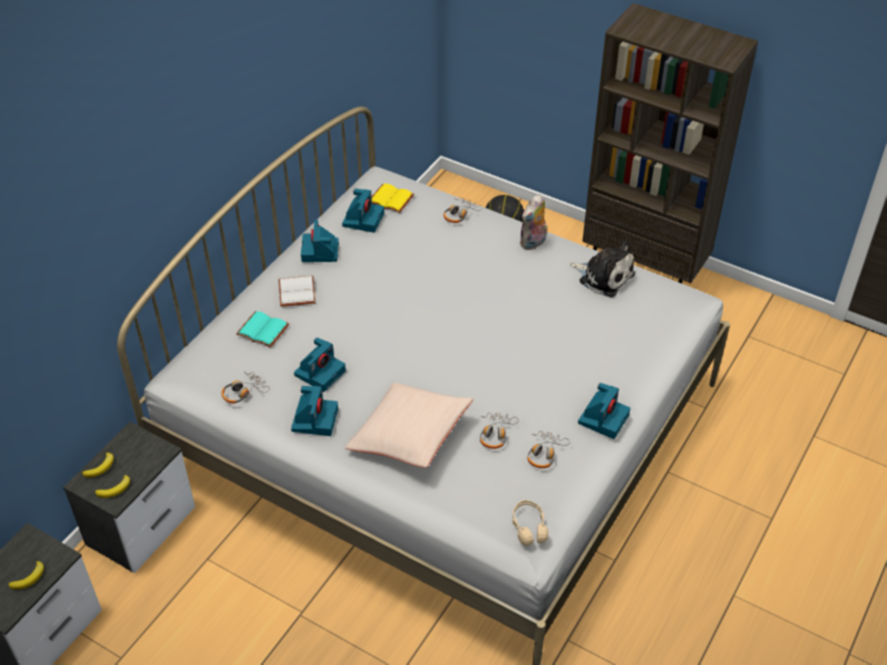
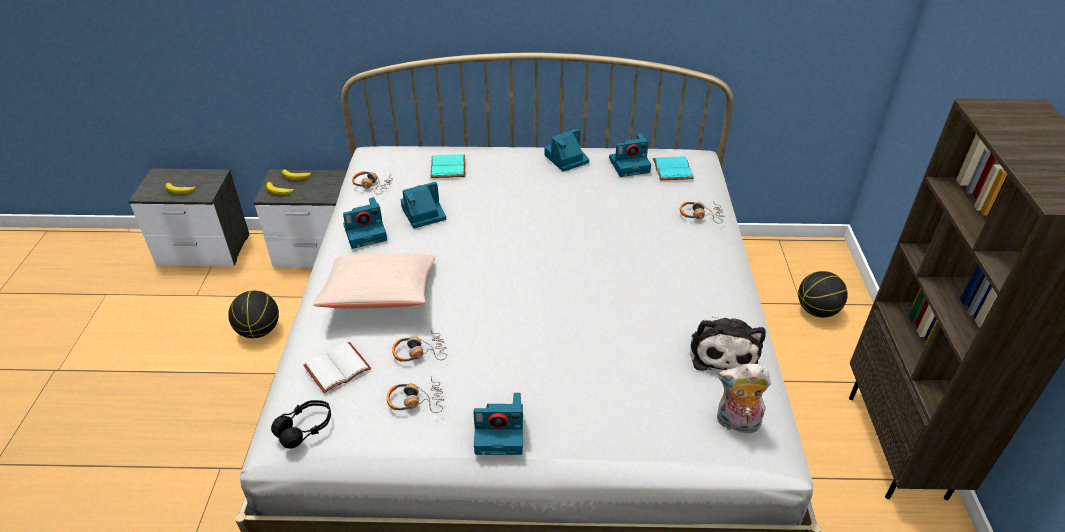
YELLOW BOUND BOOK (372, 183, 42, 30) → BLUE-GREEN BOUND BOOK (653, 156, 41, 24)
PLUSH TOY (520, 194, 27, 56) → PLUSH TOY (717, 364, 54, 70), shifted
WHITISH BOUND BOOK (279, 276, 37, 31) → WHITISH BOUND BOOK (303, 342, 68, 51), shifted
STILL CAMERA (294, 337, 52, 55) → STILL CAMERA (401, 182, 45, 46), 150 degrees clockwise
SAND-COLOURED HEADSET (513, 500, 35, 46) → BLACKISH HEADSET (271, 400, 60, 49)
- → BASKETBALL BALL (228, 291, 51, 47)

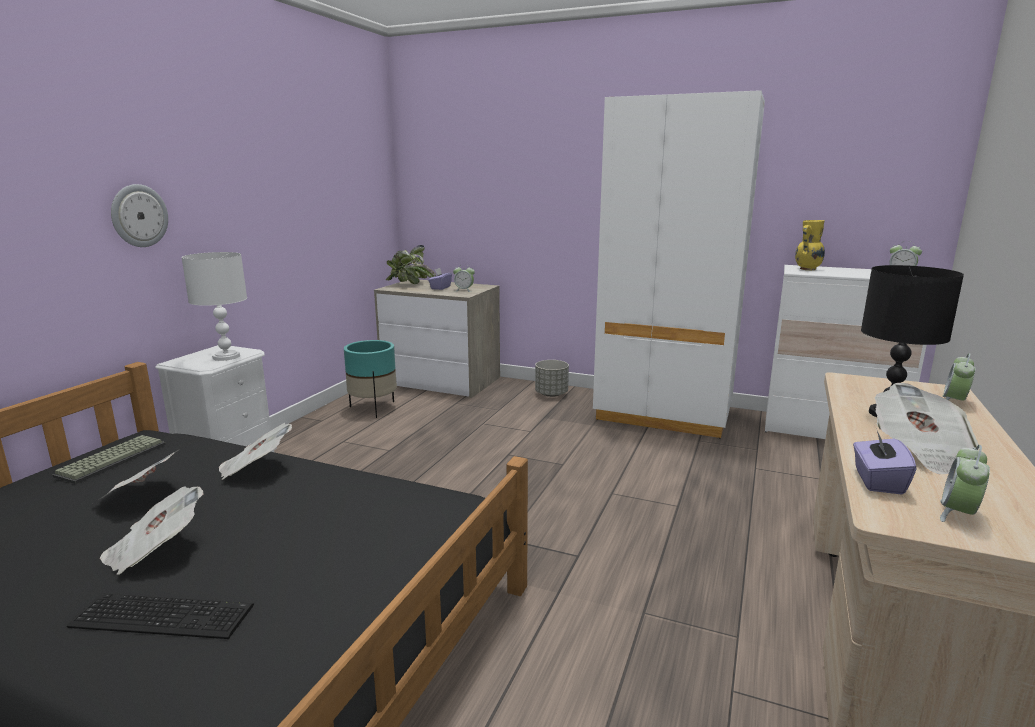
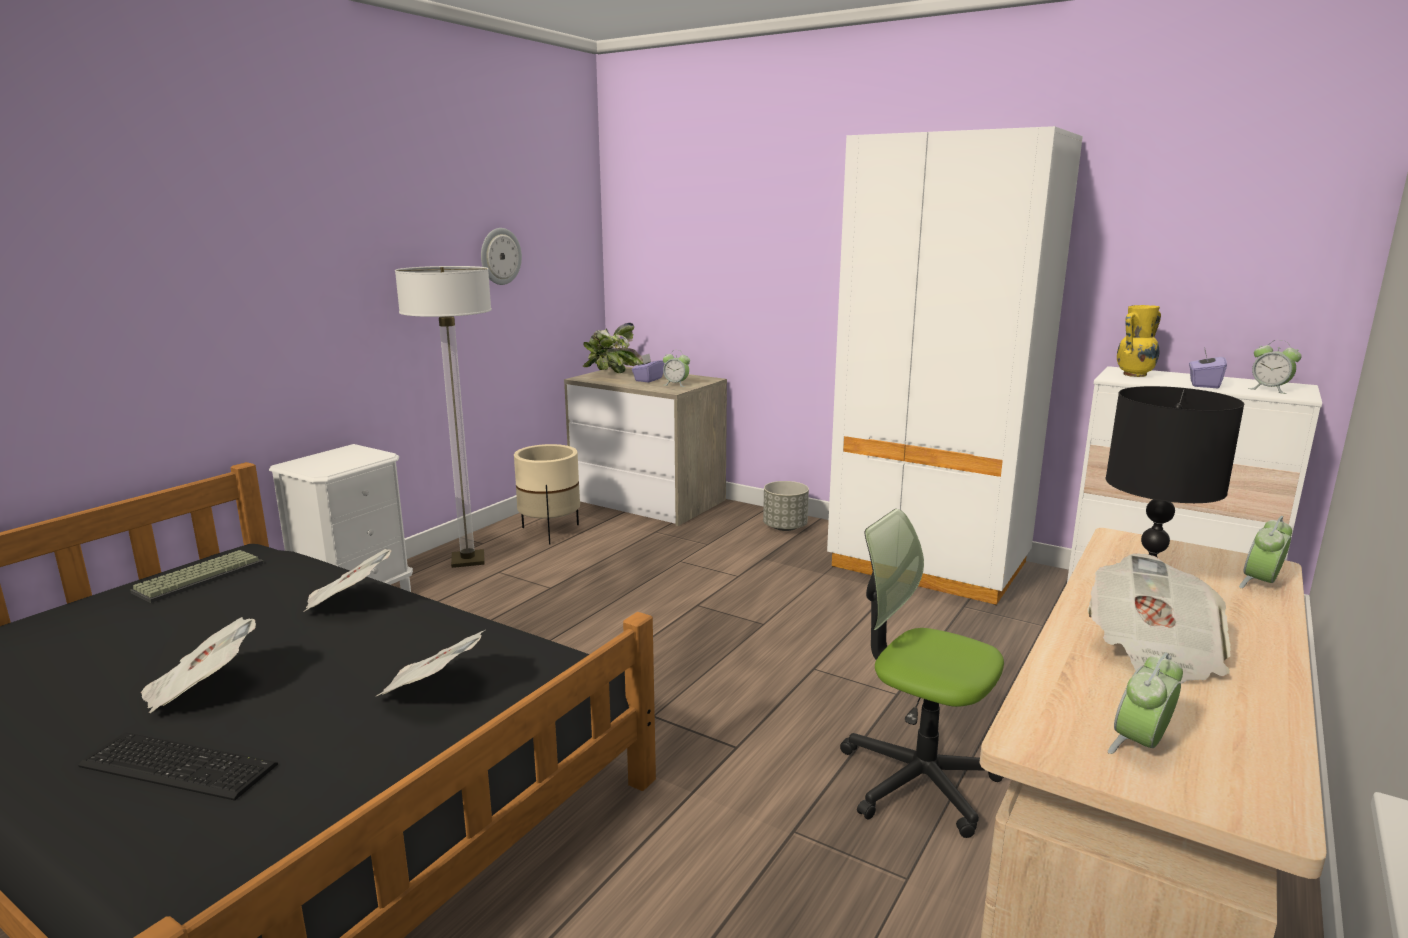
CLOCK ON THE WALL (111, 184, 57, 63) → CLOCK ON THE WALL (481, 228, 41, 57), shifted
WHITISH TABLE LAMP (182, 252, 65, 109) → -
BLUE-GREEN FLOWER POT (344, 340, 53, 78) → SAND-COLOURED FLOWER POT (514, 444, 66, 100)
PURPLISH TISSUE HOLDER (853, 428, 64, 67) → PURPLISH TISSUE HOLDER (1189, 350, 38, 38), shifted
DAILY PAPER (93, 450, 86, 53) → DAILY PAPER (375, 630, 110, 67), shifted
- → STANDING LAMP (395, 266, 97, 302)
- → DESK CHAIR (840, 509, 164, 329)

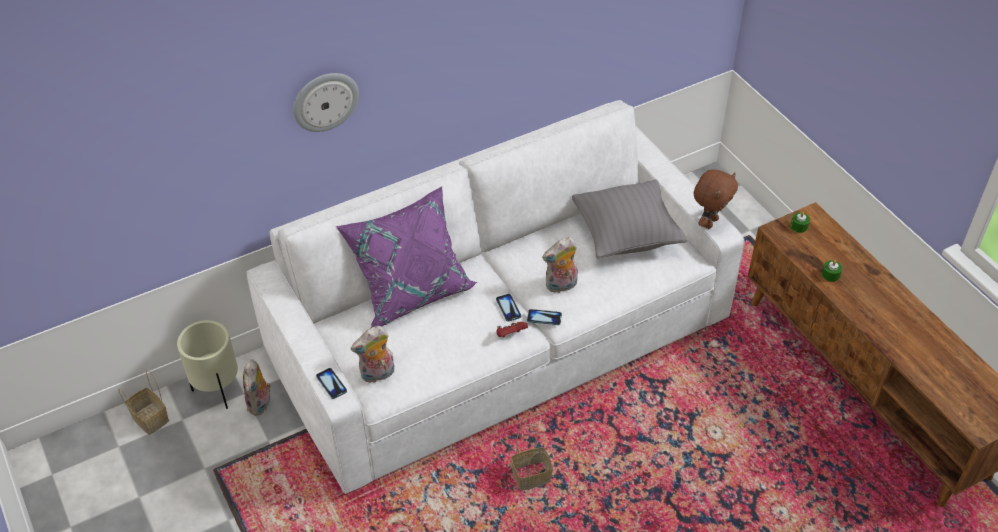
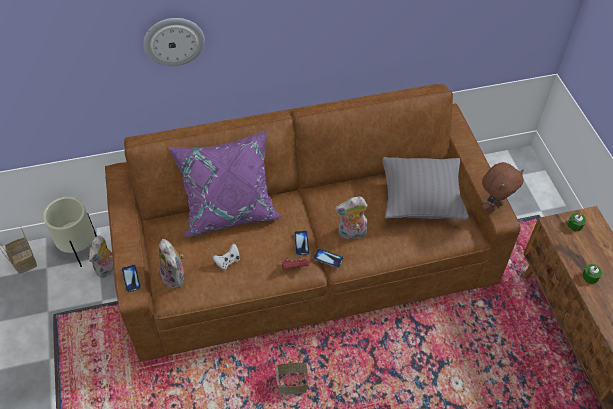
WHITISH SOFA (246, 100, 499, 394) → BROWNISH SOFA (105, 84, 416, 278)
PLUSH TOY (351, 326, 44, 57) → PLUSH TOY (159, 239, 25, 50), 105 degrees counterclockwise
- → WHITISH GAMEPAD (213, 243, 27, 27)

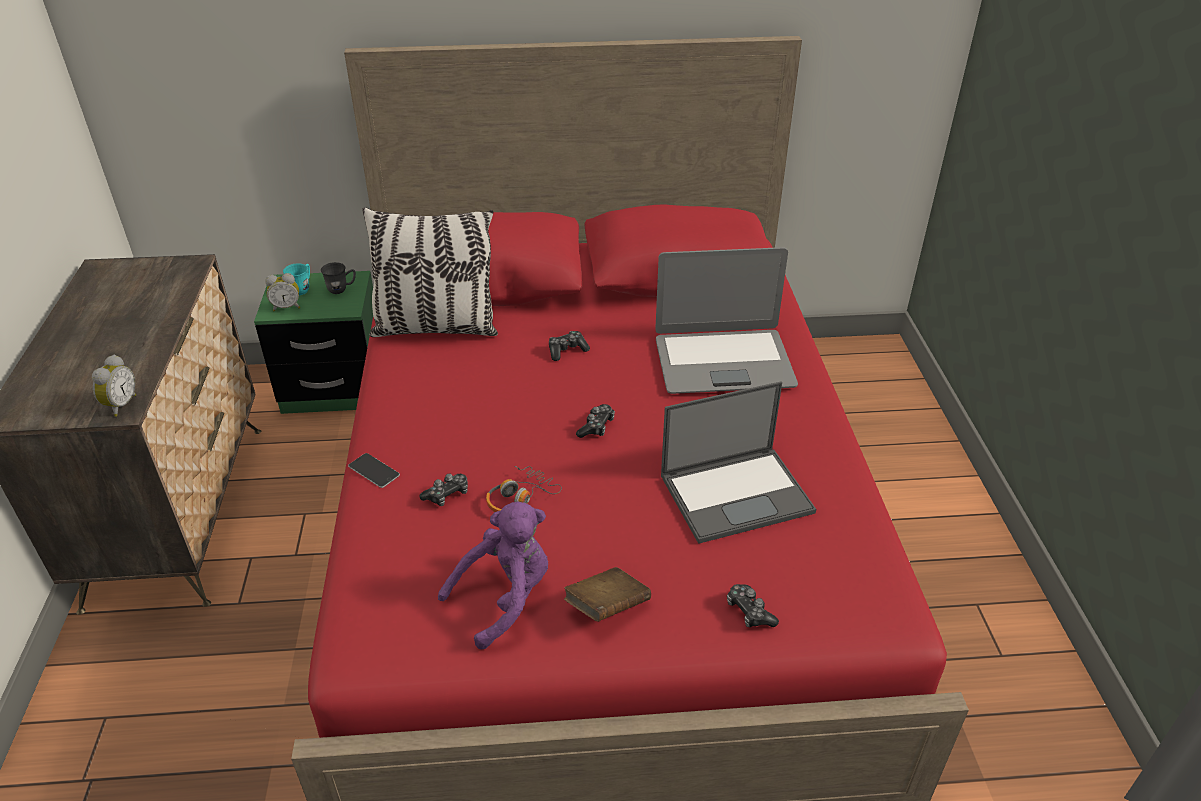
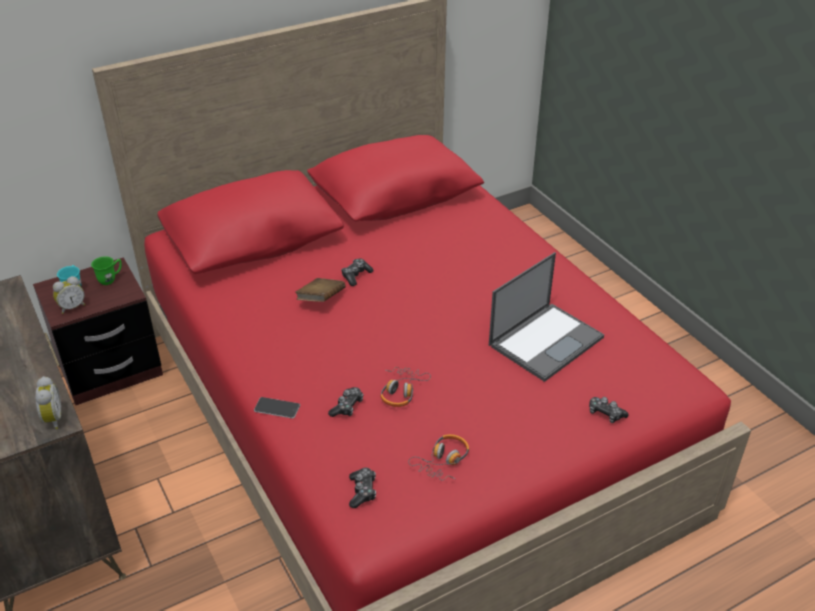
CUSHION (362, 207, 136, 130) → -
NOTEBOOK COMPUTER (655, 247, 143, 147) → -
GREYISH TEA MUG (321, 262, 35, 32) → GREEN-COLOURED TEA MUG (91, 256, 31, 29)
GREEN-COLOURED NIGHTSTAND (254, 271, 119, 143) → BROWNISH NIGHTSTAND (33, 257, 130, 148)
GAMEPAD (576, 404, 39, 34) → GAMEPAD (349, 468, 27, 40), shifted
PURPLISH PLUSH TOY (438, 501, 110, 148) → HEADSET (409, 434, 60, 47)
BROWNISH BOUND BOOK (564, 567, 87, 55) → BROWNISH BOUND BOOK (295, 278, 51, 24), shifted

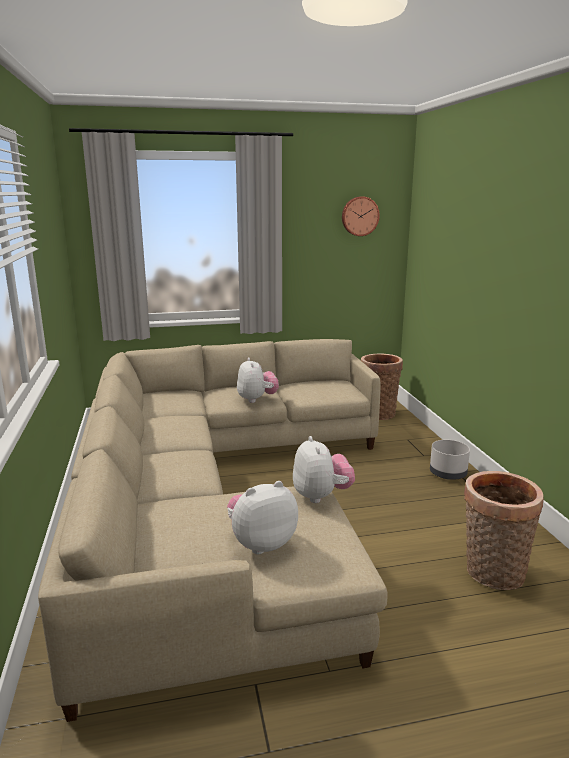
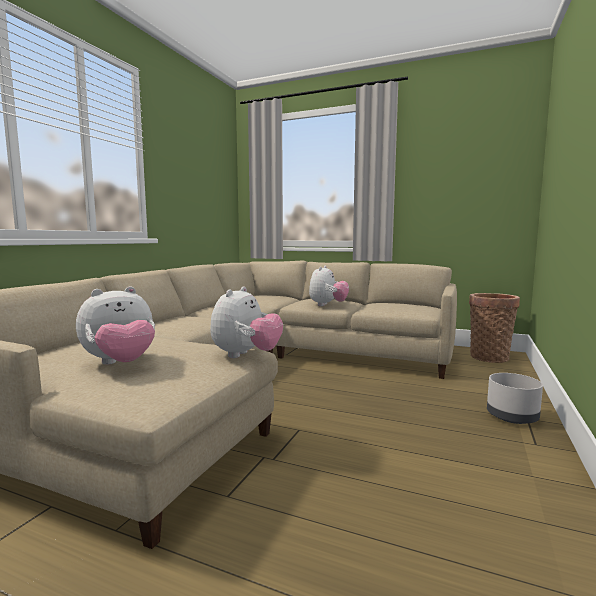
CLOCK ON THE WALL (342, 196, 38, 40) → -
HOUSEHOLD BASKET (464, 471, 80, 119) → -
PLUSH TOY (227, 481, 71, 73) → PLUSH TOY (76, 287, 79, 78), 135 degrees clockwise

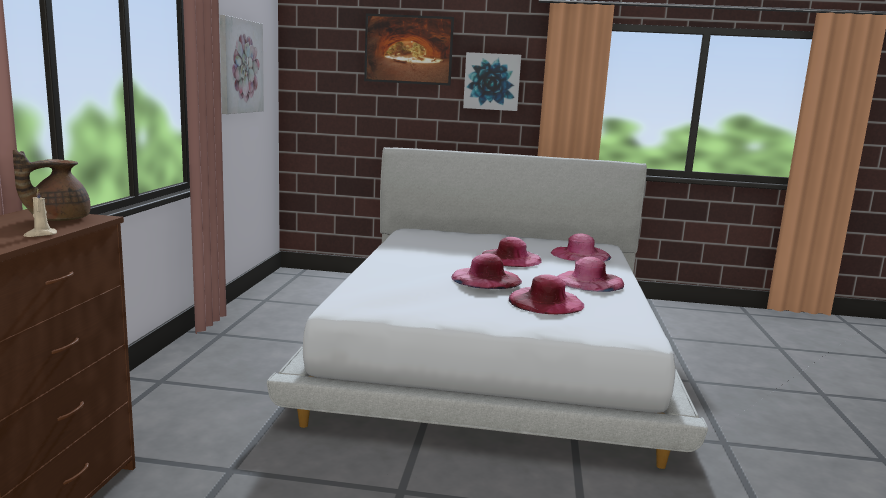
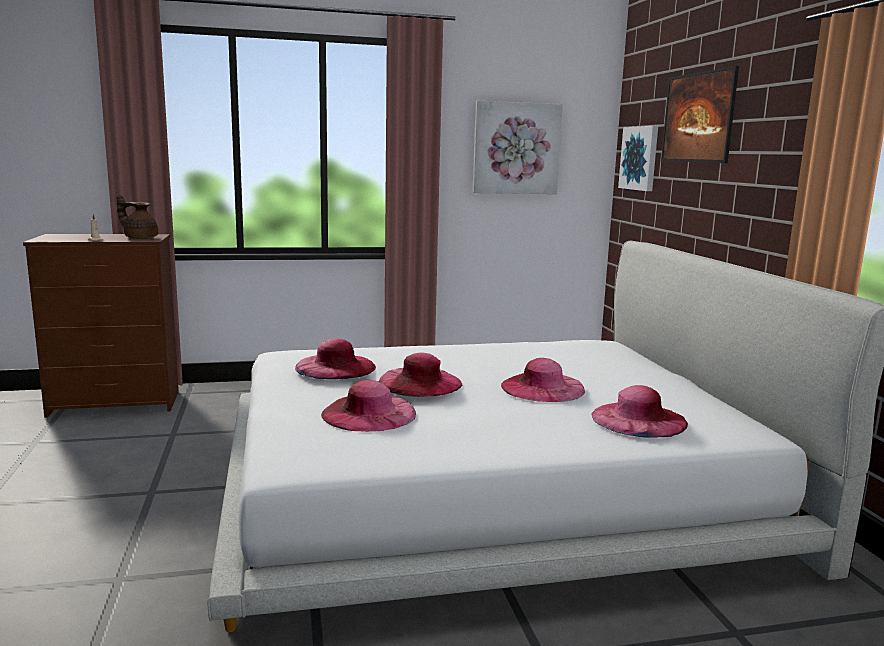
WALL ART (463, 52, 58, 59) → WALL ART (618, 126, 40, 65), shifted
PINK CLOTHING HAT (557, 257, 67, 35) → PINK CLOTHING HAT (295, 338, 81, 41), shifted

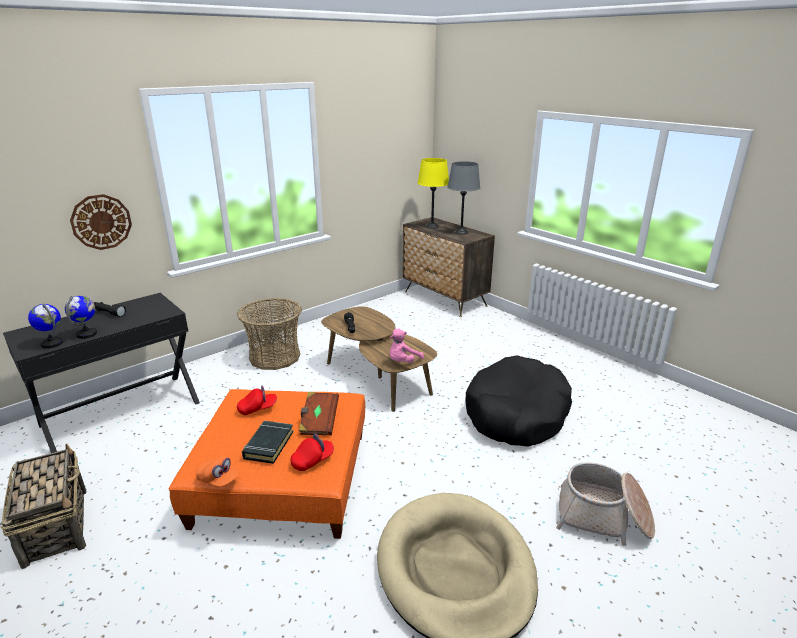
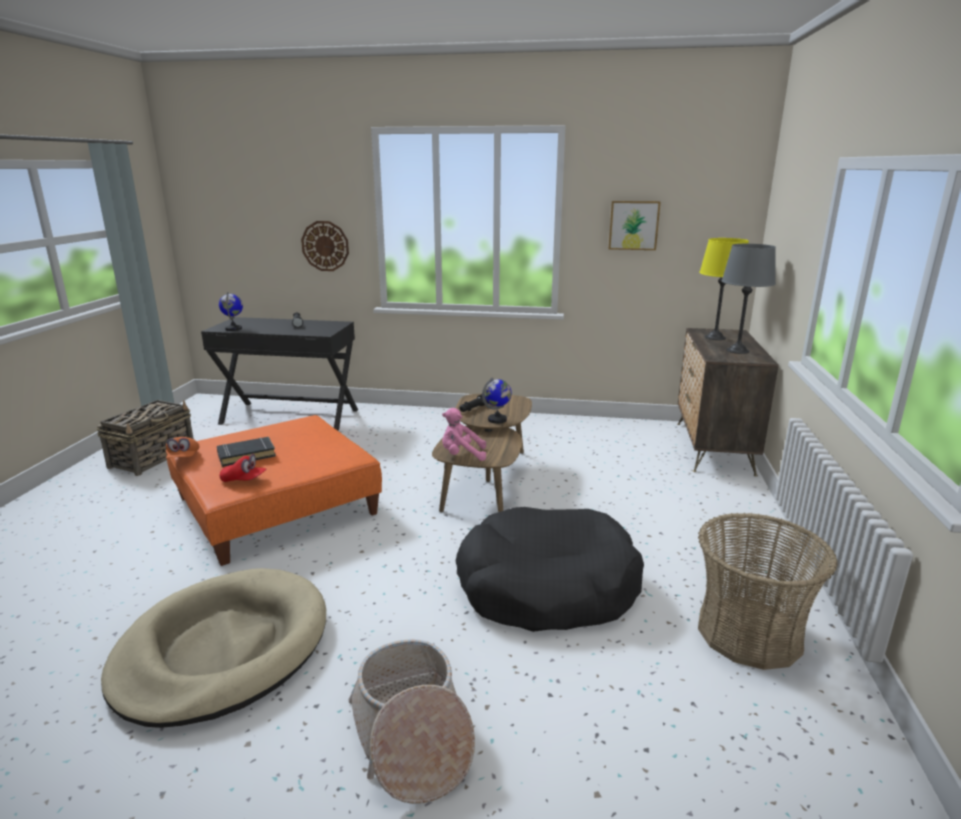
GLOBE (65, 296, 32, 43) → GLOBE (482, 377, 30, 47), shifted
HOUSEHOLD BASKET (237, 298, 65, 72) → HOUSEHOLD BASKET (698, 513, 140, 157), shifted
RED-COLOURED BASEBALL CAP (237, 385, 40, 30) → -
BROWNISH BOUND BOOK (299, 392, 40, 43) → -
- → WALL ART (609, 201, 52, 49)

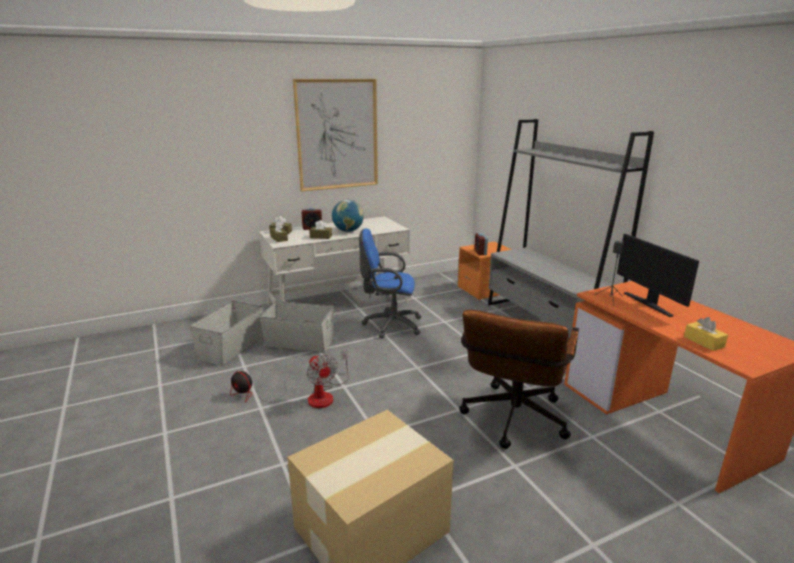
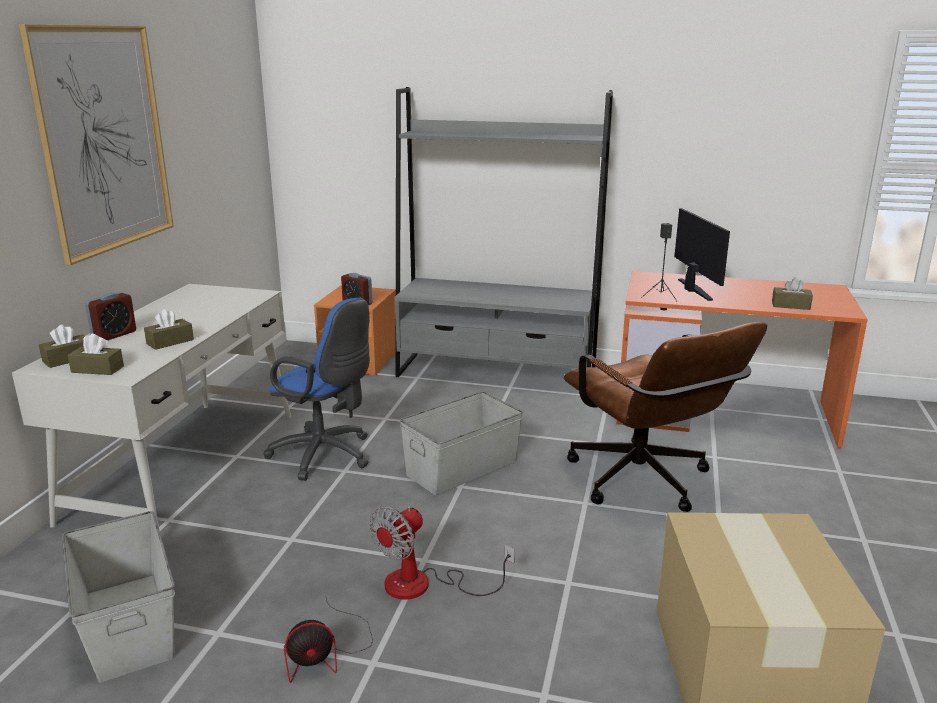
GLOBE (332, 200, 32, 32) → -
BLUISH DESK CHAIR (359, 228, 62, 111) → BLUISH DESK CHAIR (263, 298, 107, 183), 105 degrees counterclockwise
COMPUTER DISPLAY (617, 234, 82, 83) → COMPUTER DISPLAY (674, 208, 56, 93), 120 degrees counterclockwise
GREYISH STORAGE CONTAINER (260, 301, 74, 52) → GREYISH STORAGE CONTAINER (400, 391, 123, 104), shifted
YELLOW TISSUE HOLDER (684, 317, 44, 34) → BROWNISH TISSUE HOLDER (772, 277, 41, 33)
FAN (307, 350, 42, 58) → FAN (369, 506, 146, 94), 120 degrees clockwise

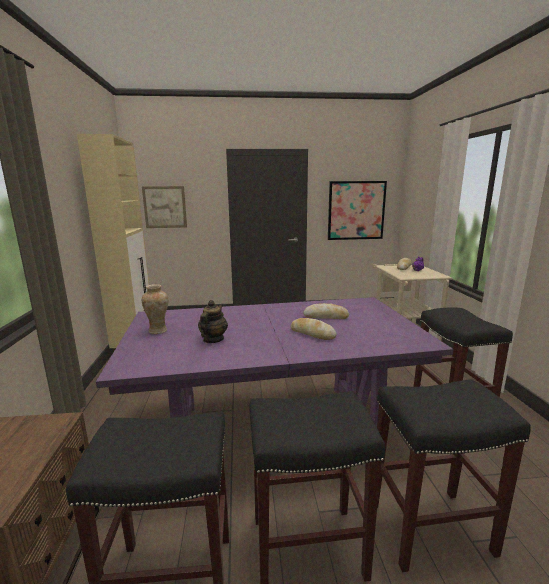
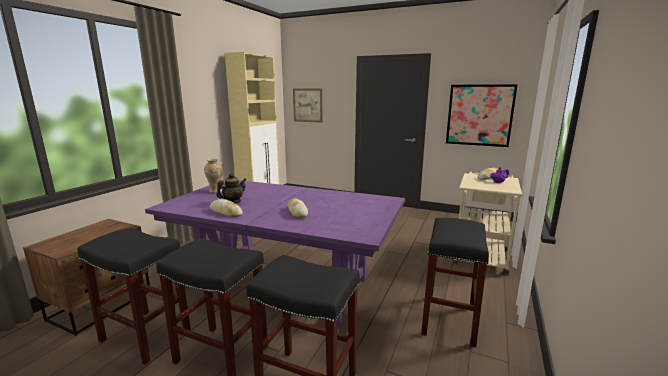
BAKED BREAD (303, 303, 46, 16) → BAKED BREAD (210, 199, 33, 18), shifted

